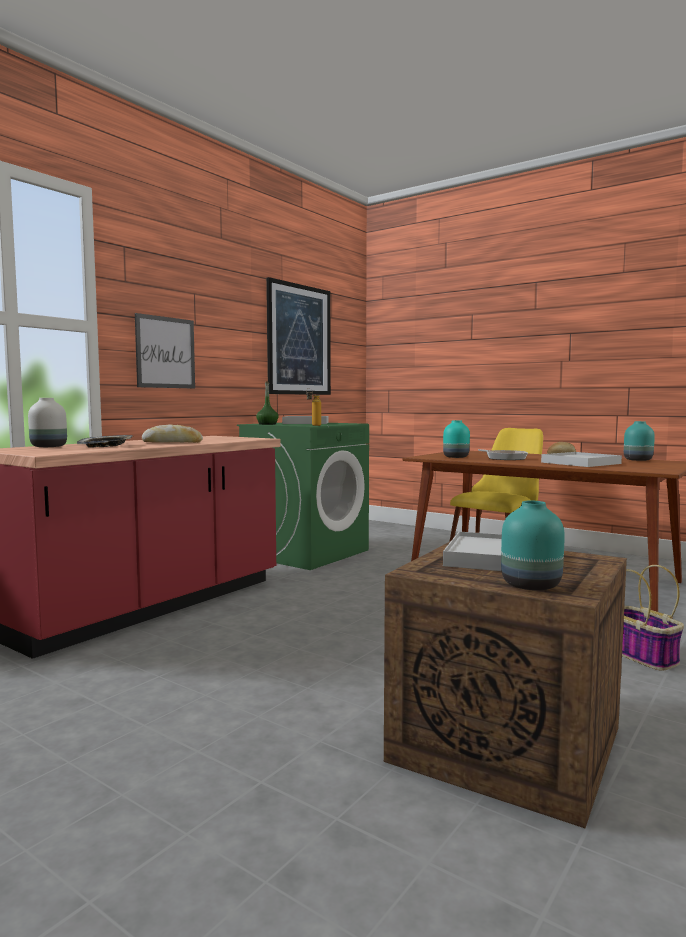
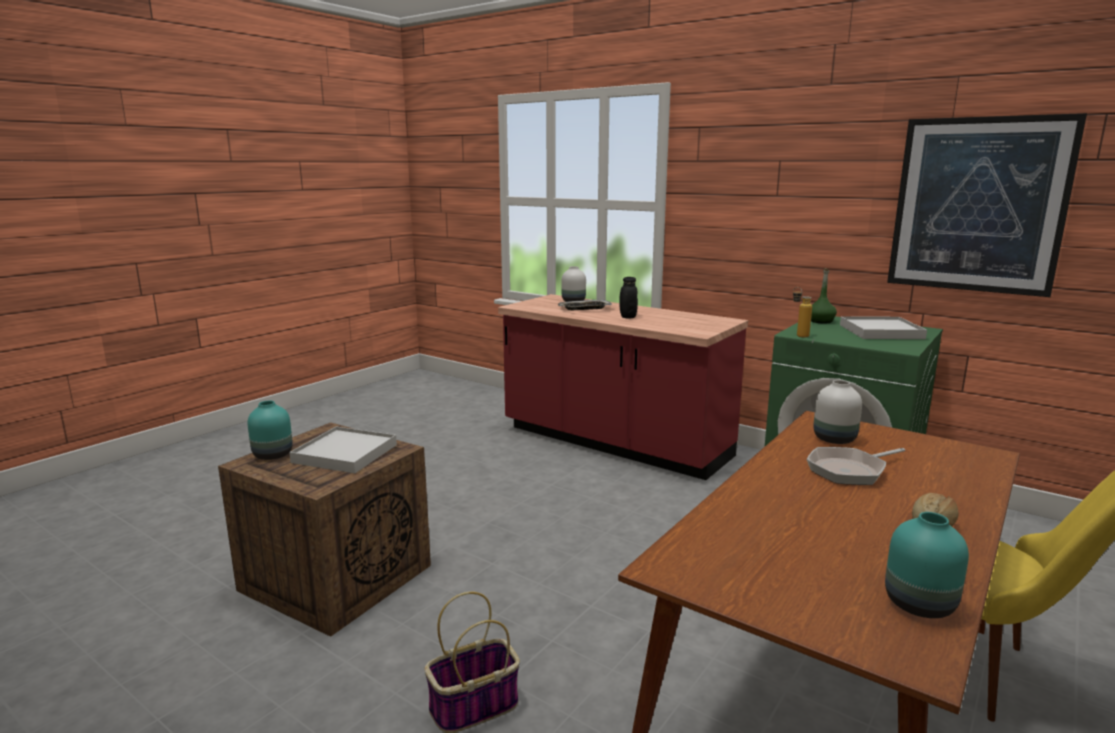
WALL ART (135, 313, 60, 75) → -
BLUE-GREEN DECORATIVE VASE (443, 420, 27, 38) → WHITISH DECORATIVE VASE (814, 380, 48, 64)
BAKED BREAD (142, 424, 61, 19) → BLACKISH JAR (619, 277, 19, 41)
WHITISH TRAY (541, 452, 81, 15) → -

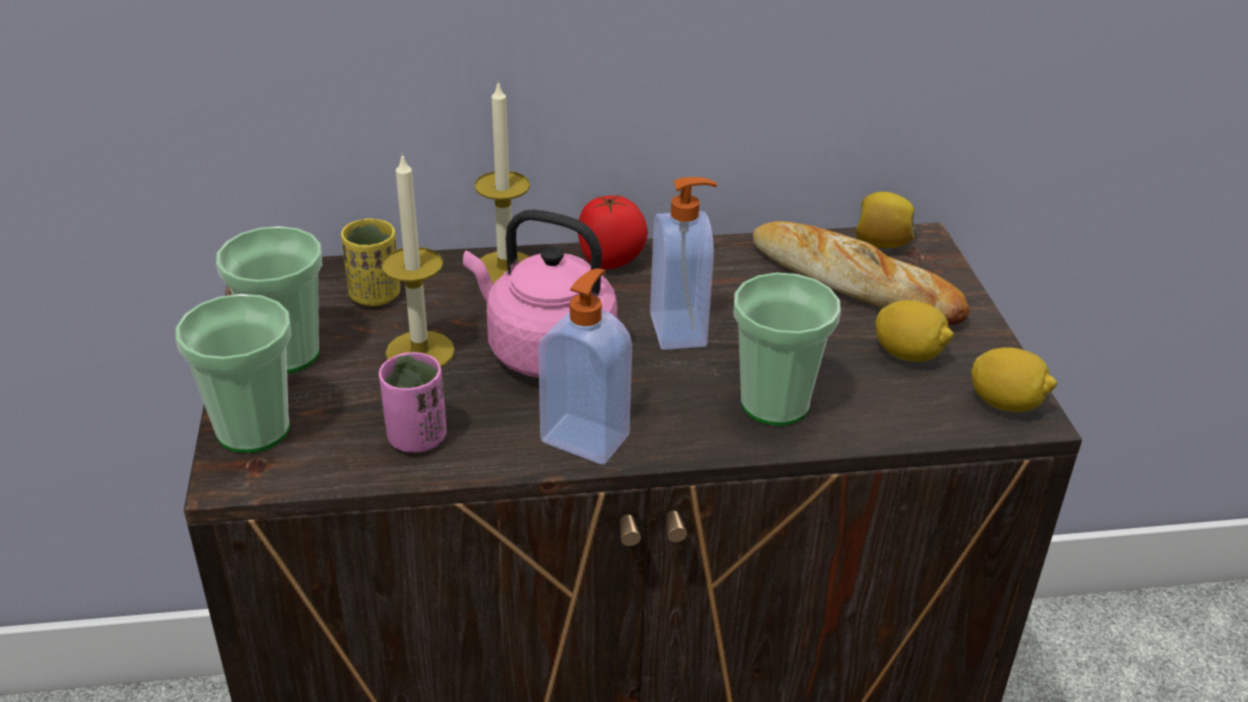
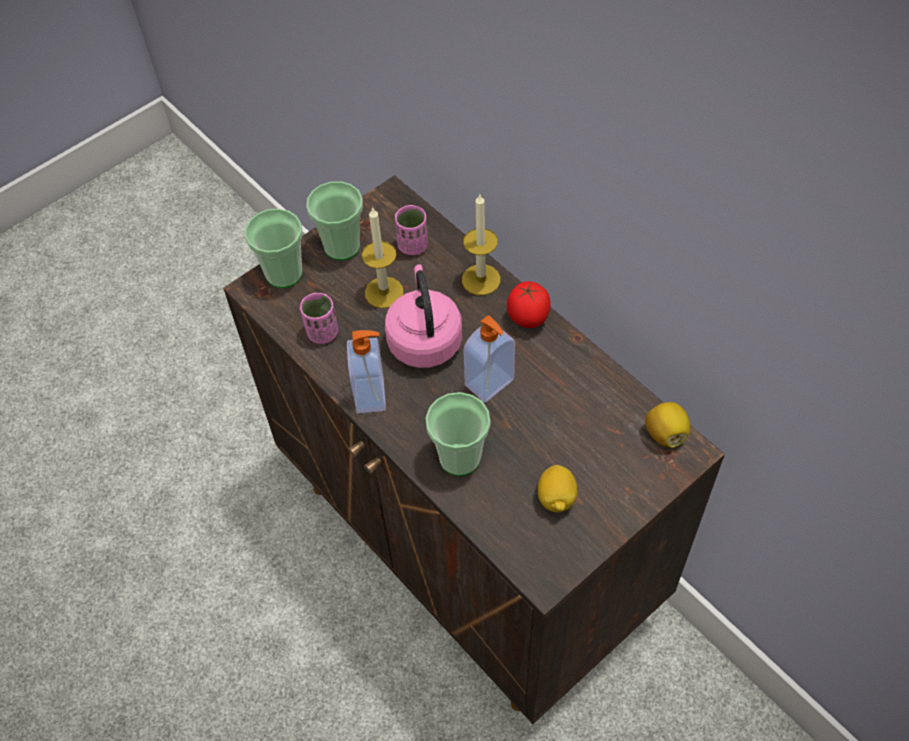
YELLOW SMALL CUP (341, 218, 59, 88) → PINK SMALL CUP (395, 205, 33, 50)
BAKED BREAD (753, 221, 217, 104) → -
CITRUS FRUIT (971, 347, 86, 65) → -

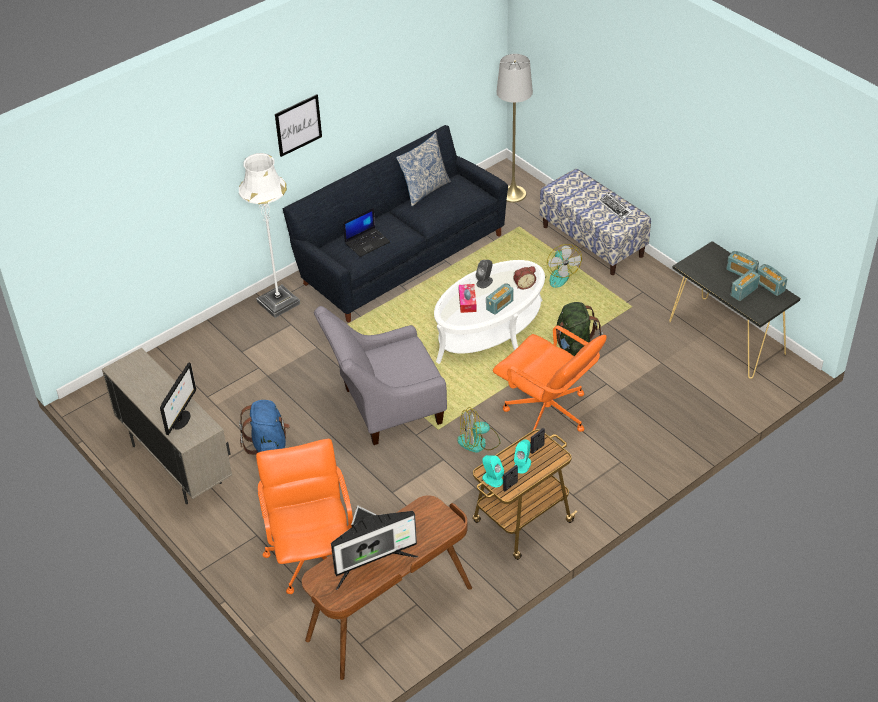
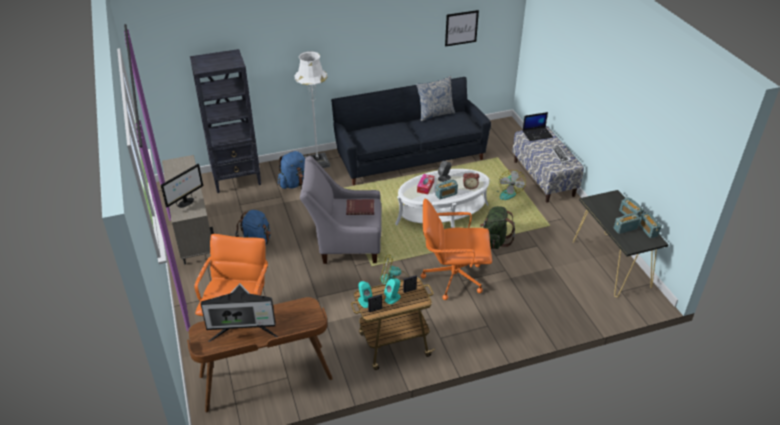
GREYISH STANDING LAMP (496, 54, 37, 149) → -
WALL ART (275, 94, 47, 63) → WALL ART (445, 10, 34, 37), shifted
NOTEBOOK COMPUTER (343, 208, 47, 49) → NOTEBOOK COMPUTER (523, 112, 30, 29), shifted
ORANGE DESK CHAIR (493, 325, 114, 107) → ORANGE DESK CHAIR (421, 198, 71, 102), 120 degrees clockwise
- → BLACKISH BOOKSHELF (190, 49, 71, 144)
- → BLUISH BACKPACK (278, 151, 27, 38)
- → RED-COLOURED BOUND BOOK (346, 199, 28, 16)

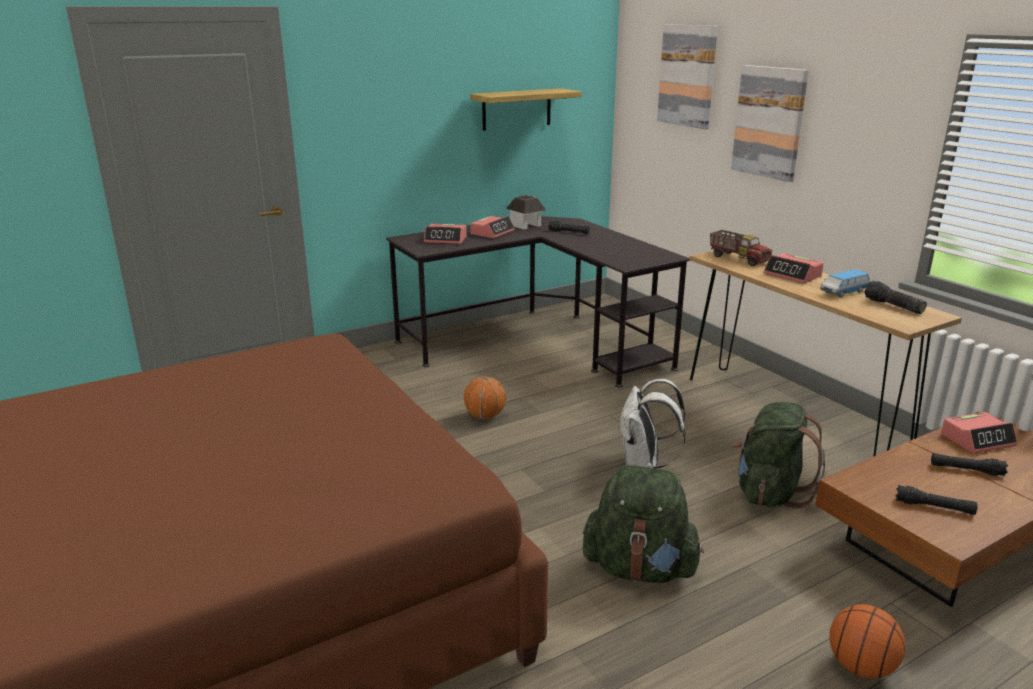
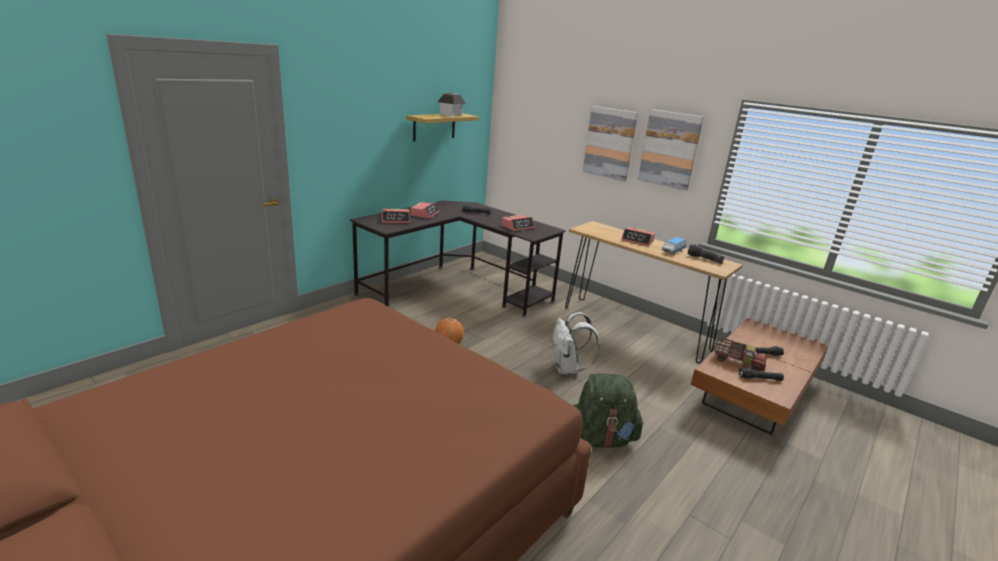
WALL ART (657, 24, 61, 105) → WALL ART (638, 109, 66, 82), shifted
MINIATURE HOUSE (506, 195, 40, 35) → MINIATURE HOUSE (437, 93, 29, 24), shifted
TOY TRUCK (710, 230, 63, 36) → TOY TRUCK (715, 337, 52, 35), shifted
GREEN-COLOURED BACKPACK (733, 402, 92, 107) → -
TABLE CLOCK (941, 412, 77, 42) → TABLE CLOCK (502, 215, 33, 16), shifted
BASKETBALL BALL (829, 604, 77, 75) → -

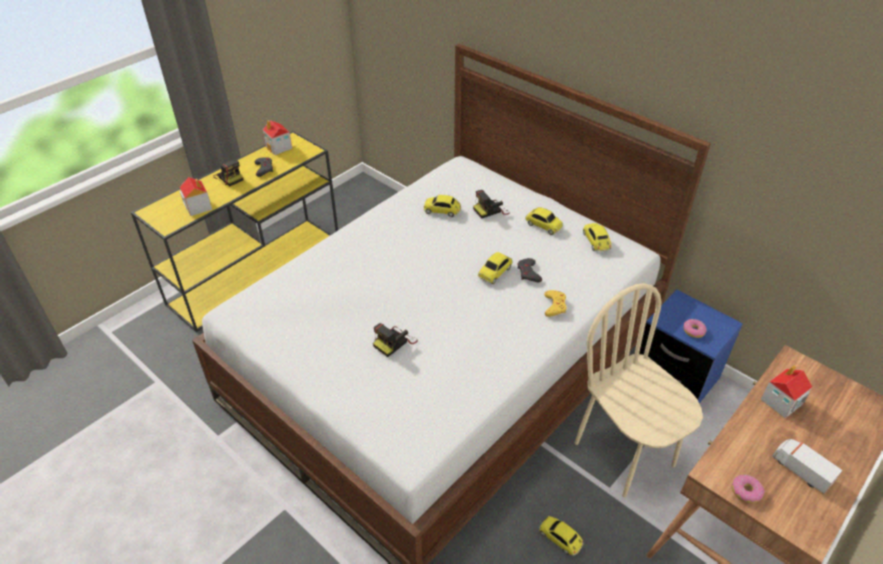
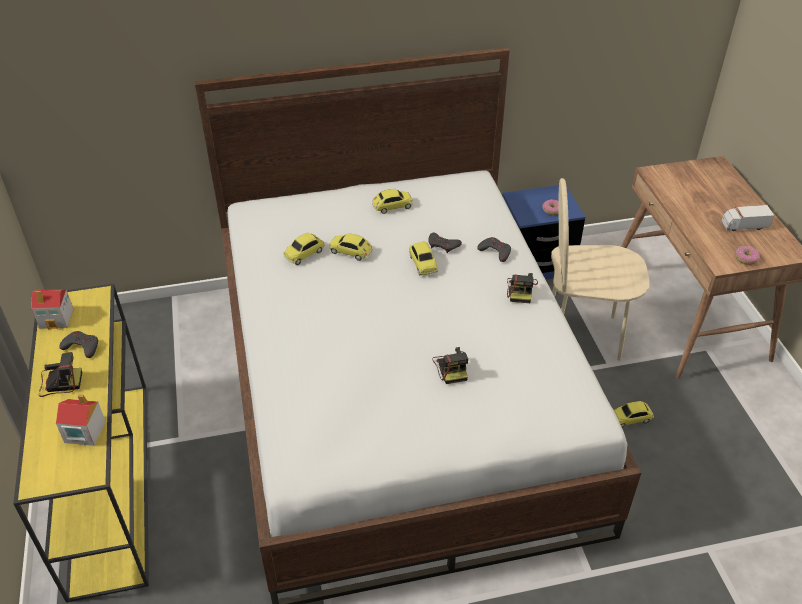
STILL CAMERA (473, 190, 37, 29) → STILL CAMERA (507, 273, 31, 30), shifted
TOY CAR (583, 223, 28, 28) → TOY CAR (329, 233, 44, 28), shifted
YELLOW GAMEPAD (544, 290, 23, 27) → GREYISH GAMEPAD (477, 237, 34, 25)
MINIATURE HOUSE (760, 365, 52, 53) → -

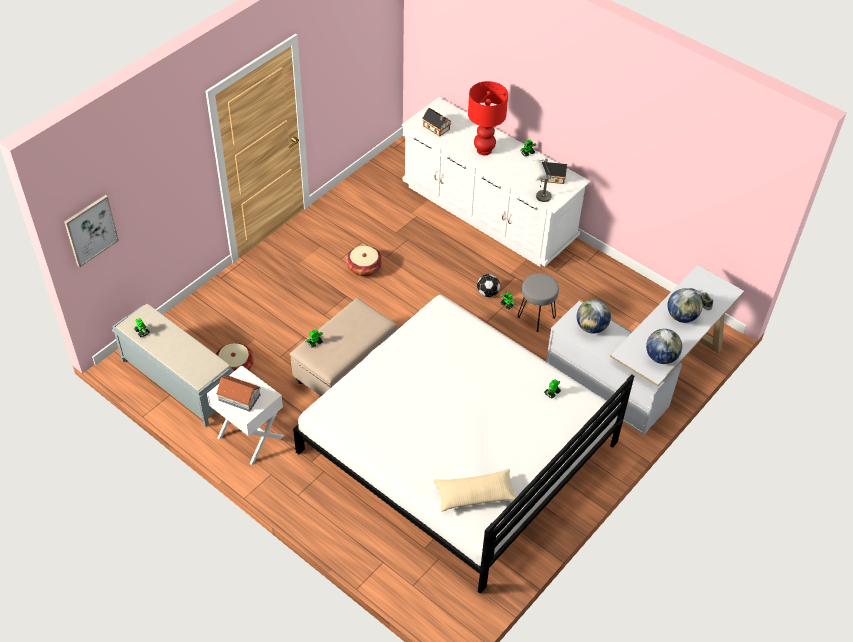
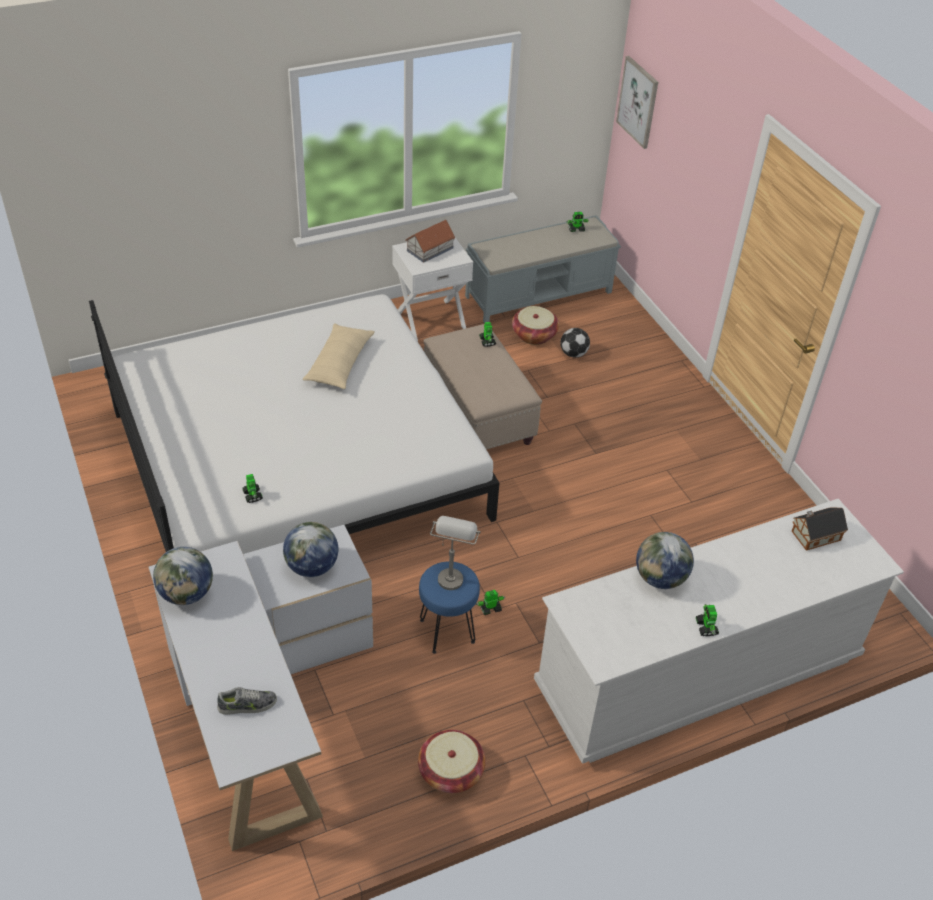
RED-COLOURED TABLE LAMP (468, 81, 40, 74) → -
MINIATURE HOUSE (541, 159, 26, 25) → -
GREYISH TABLE LAMP (529, 160, 23, 42) → GREYISH TABLE LAMP (430, 516, 51, 74), shifted
HOUSEHOLD BASKET (346, 246, 37, 30) → HOUSEHOLD BASKET (418, 730, 68, 63), shifted
GREYISH STOOL SEAT (518, 273, 41, 59) → BLUISH STOOL SEAT (419, 562, 61, 92)
FOOTBALL (477, 274, 23, 23) → FOOTBALL (560, 328, 30, 30), shifted
GLOBE (668, 288, 35, 35) → GLOBE (636, 532, 58, 57), shifted
SAND-COLOURED CUSHION (434, 469, 82, 43) → SAND-COLOURED CUSHION (302, 324, 73, 65), shifted

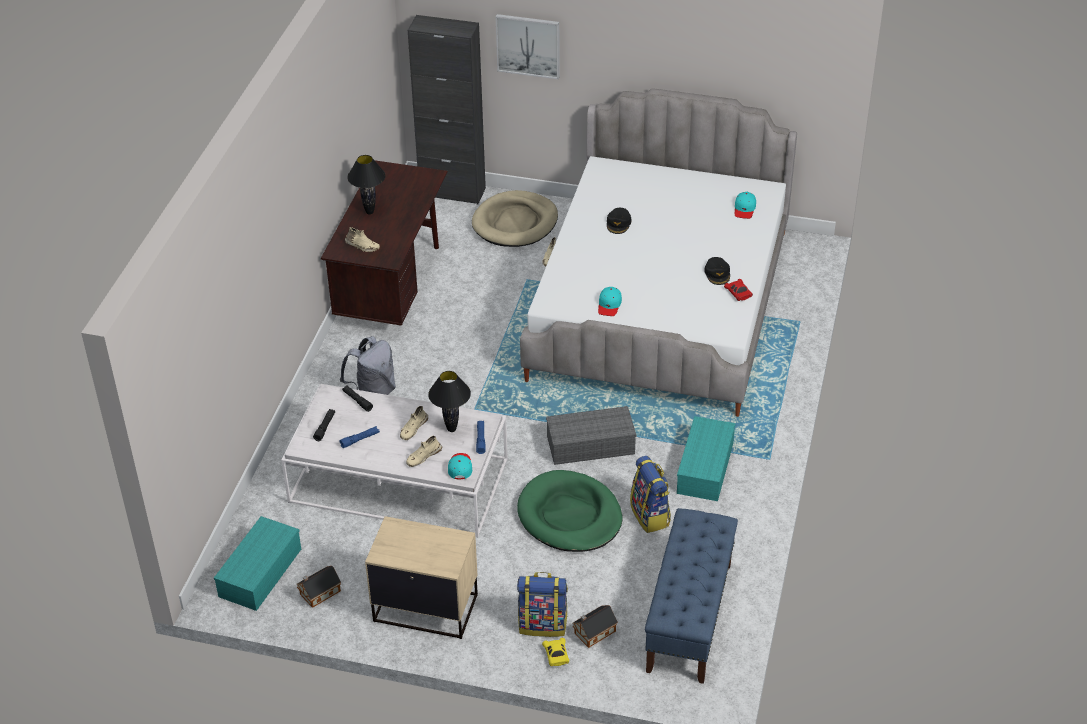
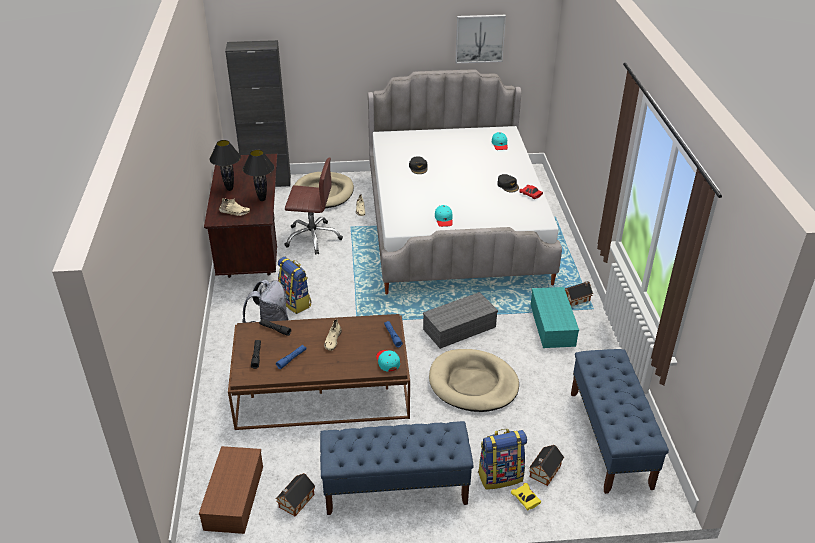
WALL ART (496, 14, 64, 65) → WALL ART (455, 15, 51, 49), shifted
BLACKISH TABLE LAMP (428, 371, 43, 61) → BLACKISH TABLE LAMP (243, 150, 32, 51), shifted
WHITISH COFFEE TABLE (281, 384, 226, 153) → BROWNISH COFFEE TABLE (228, 314, 182, 116)
SAND-COLOURED SHOE (406, 436, 36, 31) → -
BACKPACK (630, 456, 41, 77) → BACKPACK (278, 257, 34, 57), shifted
GREEN-COLOURED DOG CUSHION (517, 470, 105, 82) → SAND-COLOURED DOG CUSHION (429, 349, 90, 63)
BLUE-GREEN STORAGE CONTAINER (214, 516, 87, 95) → BROWNISH STORAGE CONTAINER (199, 446, 64, 88)
SAND-COLOURED NIGHTSTAND (365, 516, 113, 123) → BLUISH INDOOR BENCH (320, 421, 154, 94)
- → BROWNISH DESK CHAIR (284, 157, 59, 98)
- → MINIATURE HOUSE (565, 281, 28, 26)

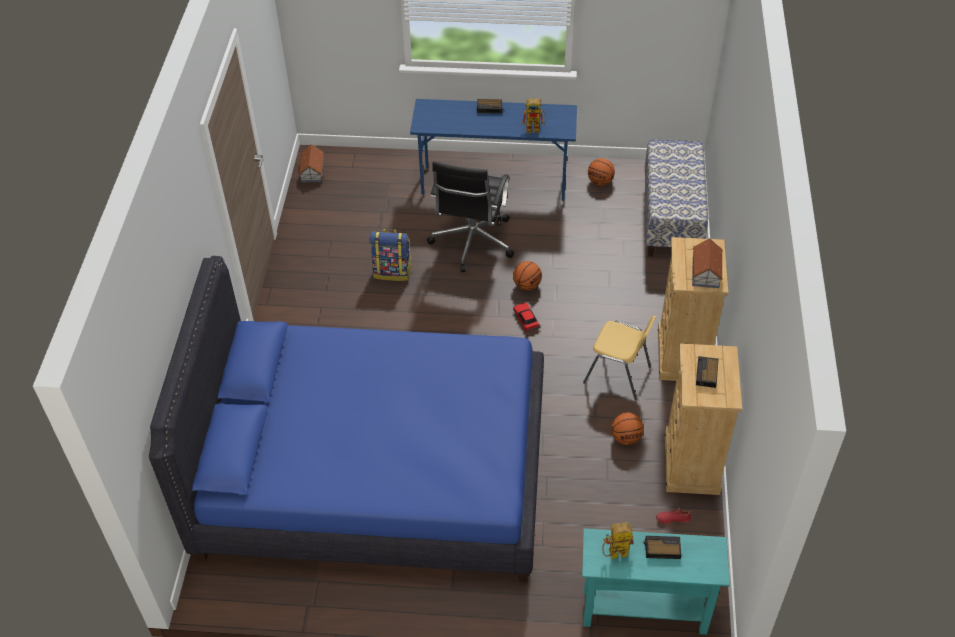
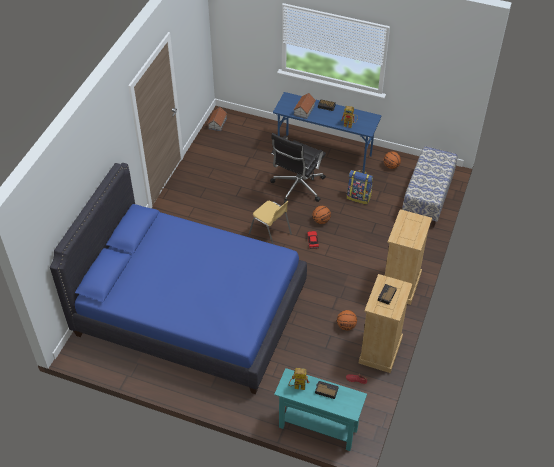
BACKPACK (369, 229, 43, 52) → BACKPACK (347, 170, 26, 34), shifted
MINIATURE HOUSE (692, 238, 31, 50) → MINIATURE HOUSE (293, 93, 23, 26), shifted
YELLOW UPRIGHT CHAIR (583, 316, 73, 84) → YELLOW UPRIGHT CHAIR (249, 201, 43, 43), shifted

